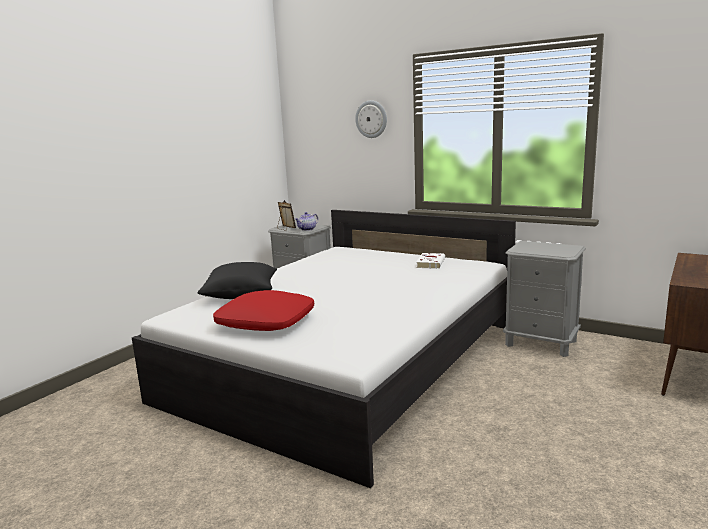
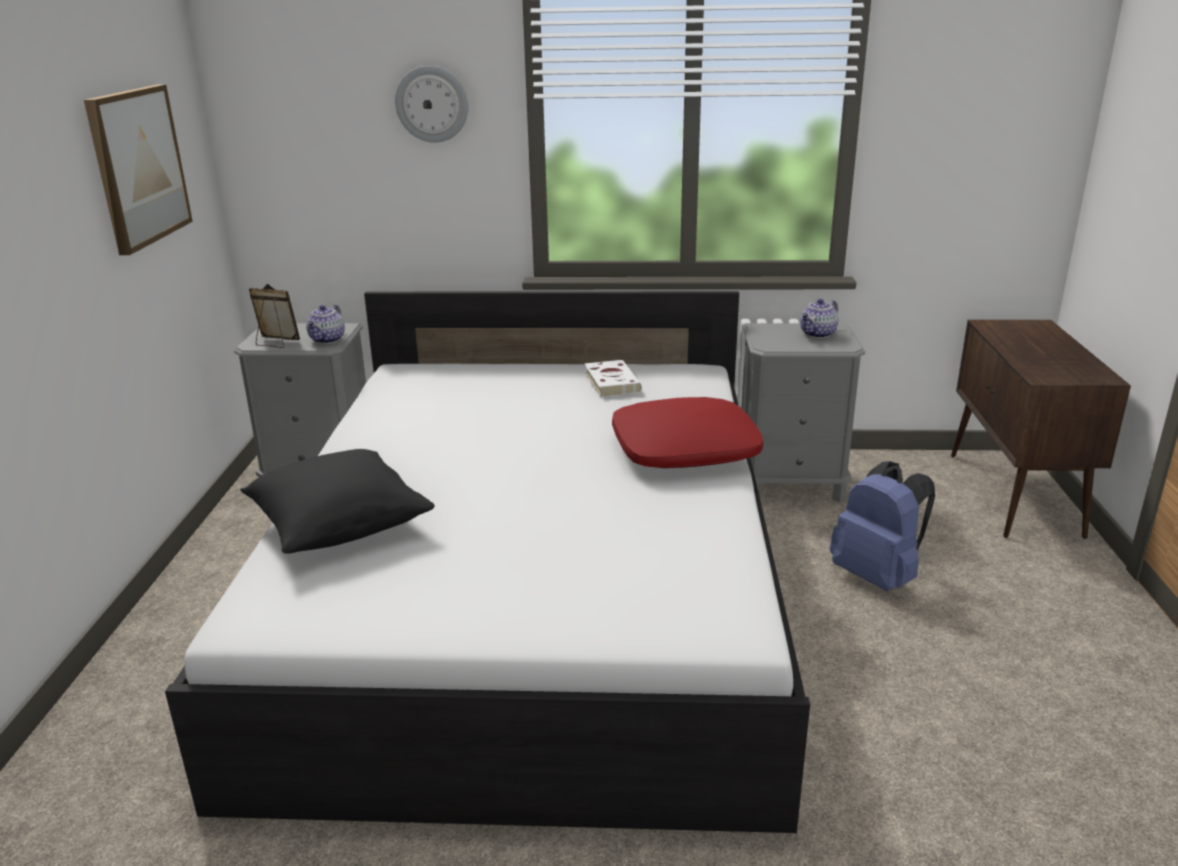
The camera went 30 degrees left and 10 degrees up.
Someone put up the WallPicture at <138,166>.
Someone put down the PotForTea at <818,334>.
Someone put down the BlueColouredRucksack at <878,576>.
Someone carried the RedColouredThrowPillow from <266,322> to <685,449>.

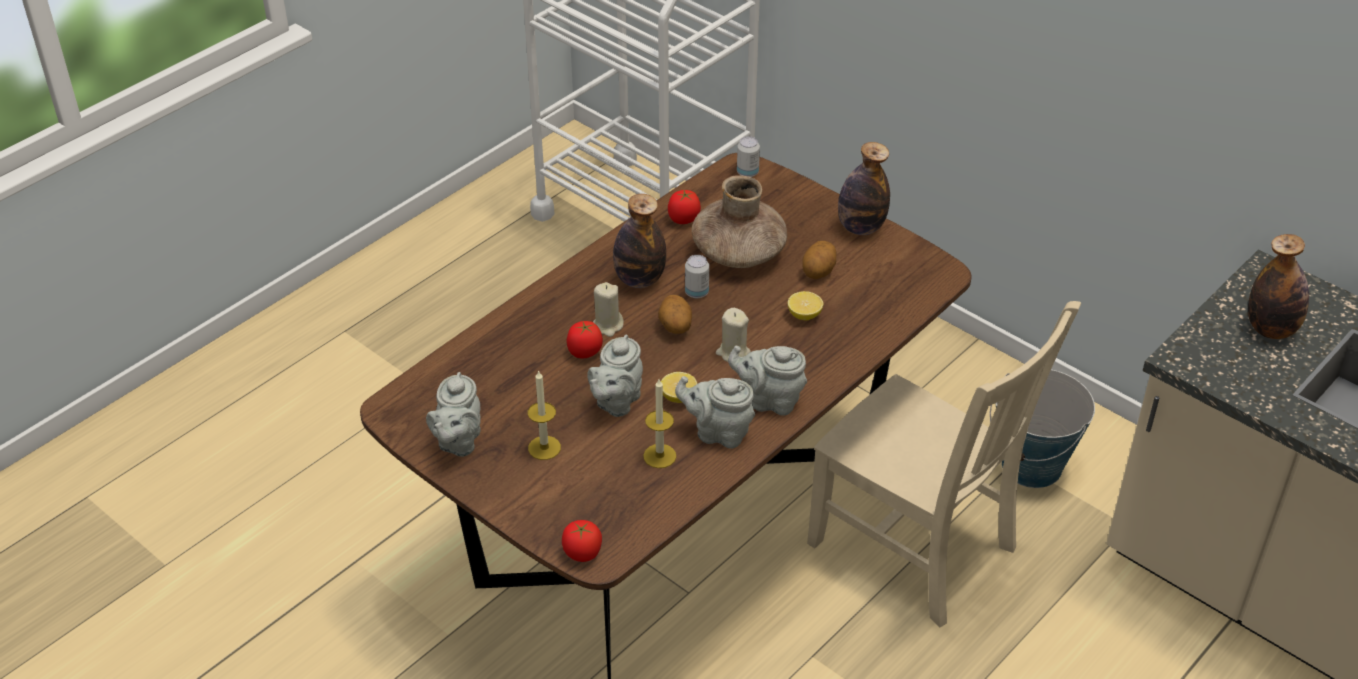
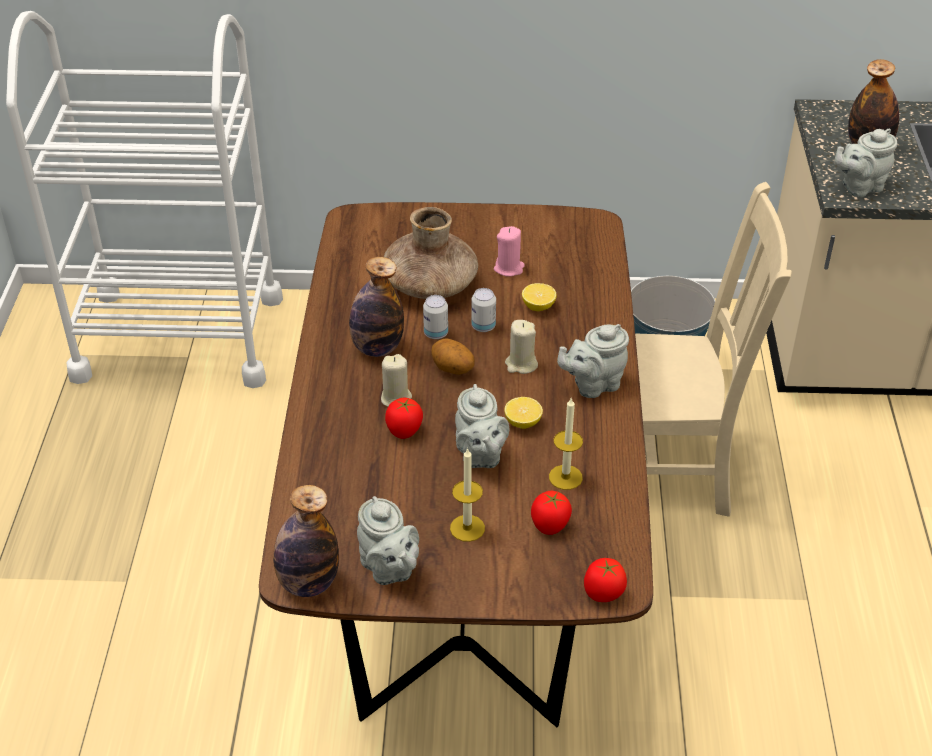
The camera went 40 degrees left and 0 degrees up.
Someone carried the FreshTomato from <683,219> to <550,526>.
Someone carried the GreyishPotForTea from <718,432> to <859,187>.
Someone carried the SealedCan from <747,173> to <483,326>.
Someone carried the DrinkBottle from <860,227> to <308,583>.
Someone swapped the Spud at <819,272> for the PinkColouredWaxLight at <509,268>.

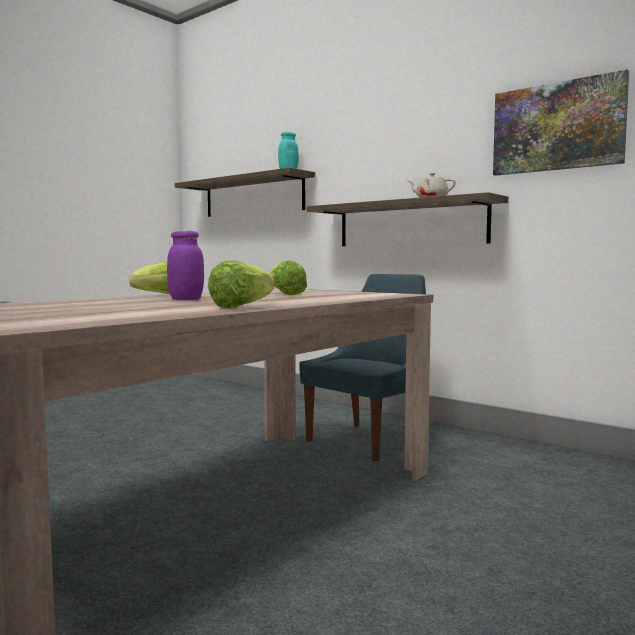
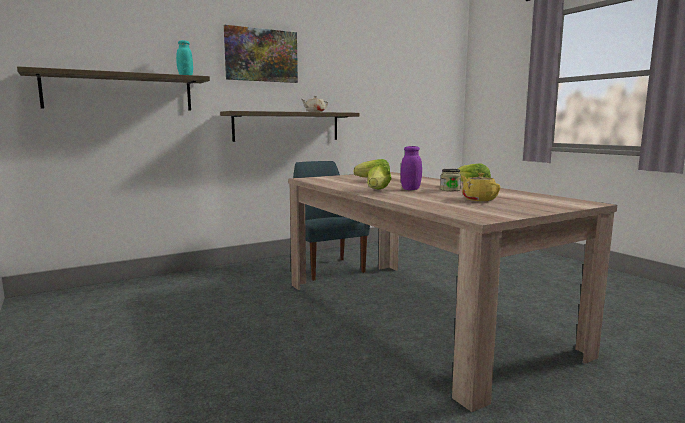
The camera went 70 degrees left and 5 degrees up.
Someone put down the PreserveJar at <450,190>.
Someone put down the YellowPotForTea at <478,199>.
Someone carried the WallPicture from <557,127> to <261,55>.

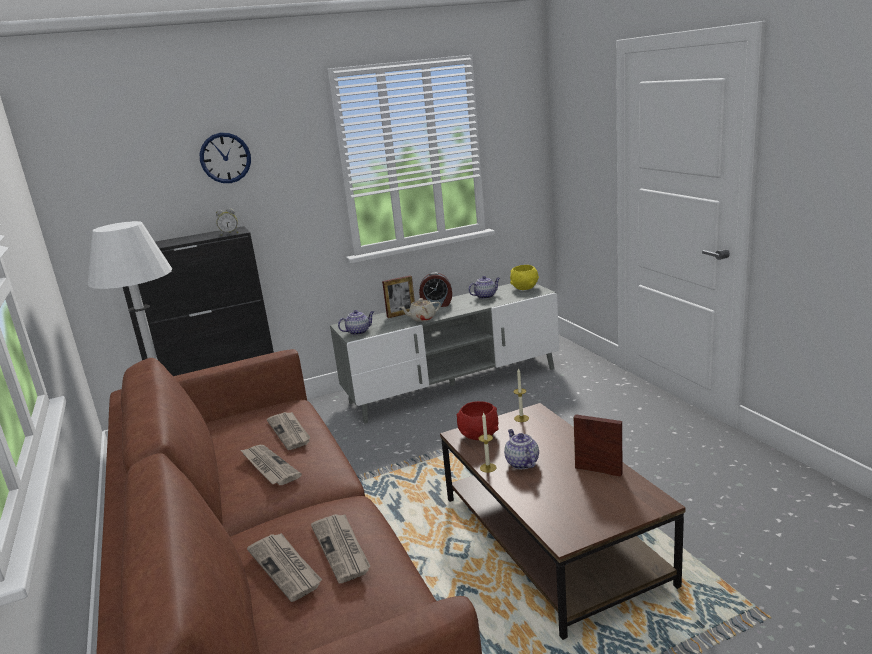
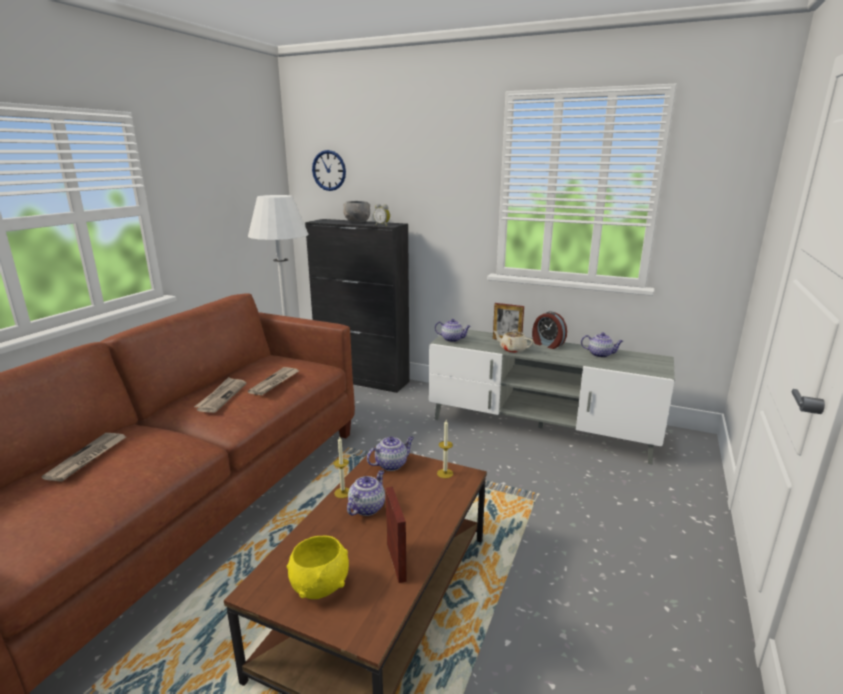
The camera went 45 degrees right and 0 degrees up.
Someone took away the Newspaper at <342,549>.
Someone put down the GreyishBowl at <357,222>.
Someone carried the HangingClock from <225,158> to <329,170>.
Someone carried the YellowBowl from <525,288> to <320,586>.
Someone swapped the RedColouredBowl at <478,435> for the PotForTea at <391,464>.

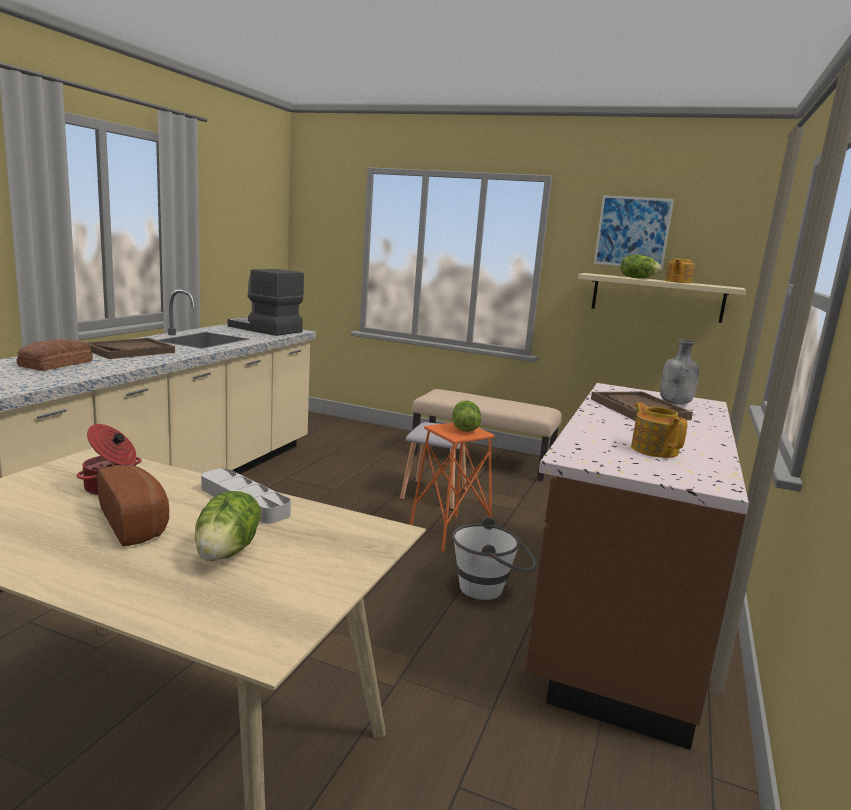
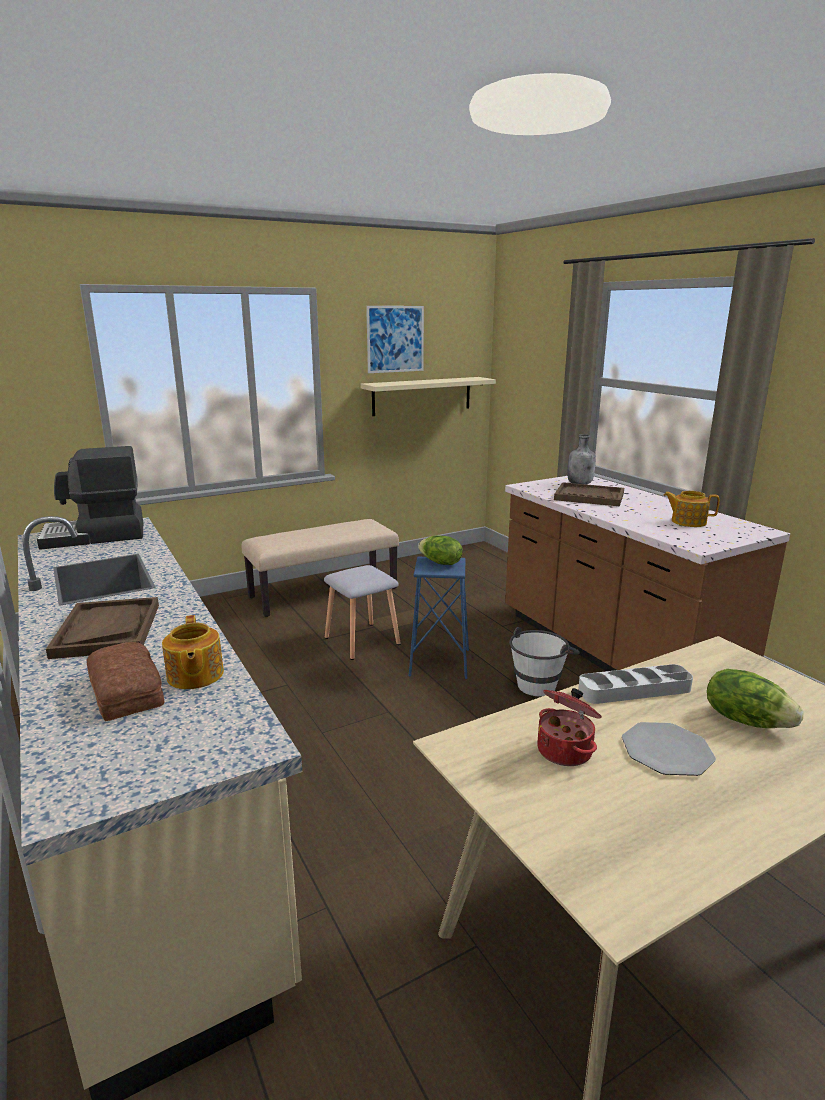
The camera went 50 degrees left and 5 degrees up.
Someone took away the Lettuce at <637,278>.
Someone carried the PotForTea from <677,282> to <194,676>.
Someone swapped the BakedBread at <137,522> for the Plate at <667,751>.
Someone repainted the OrangeStool at <450,533>, which became the BlueColouredStool at <439,662>.

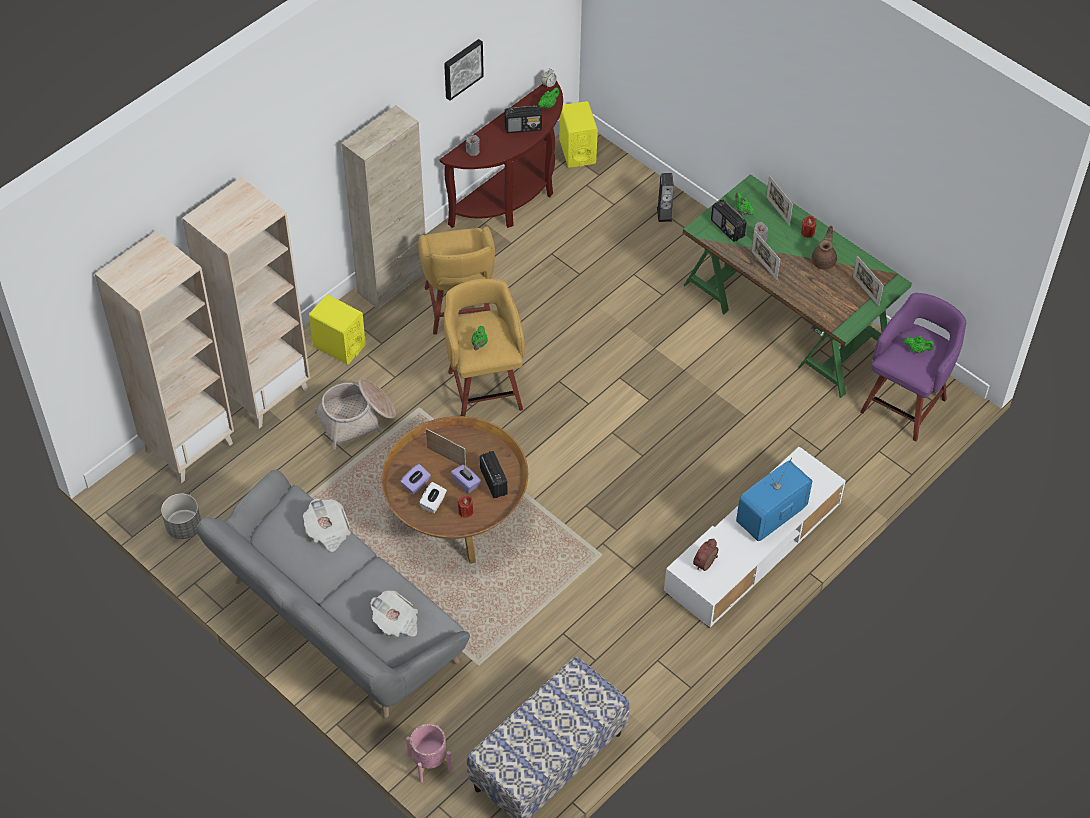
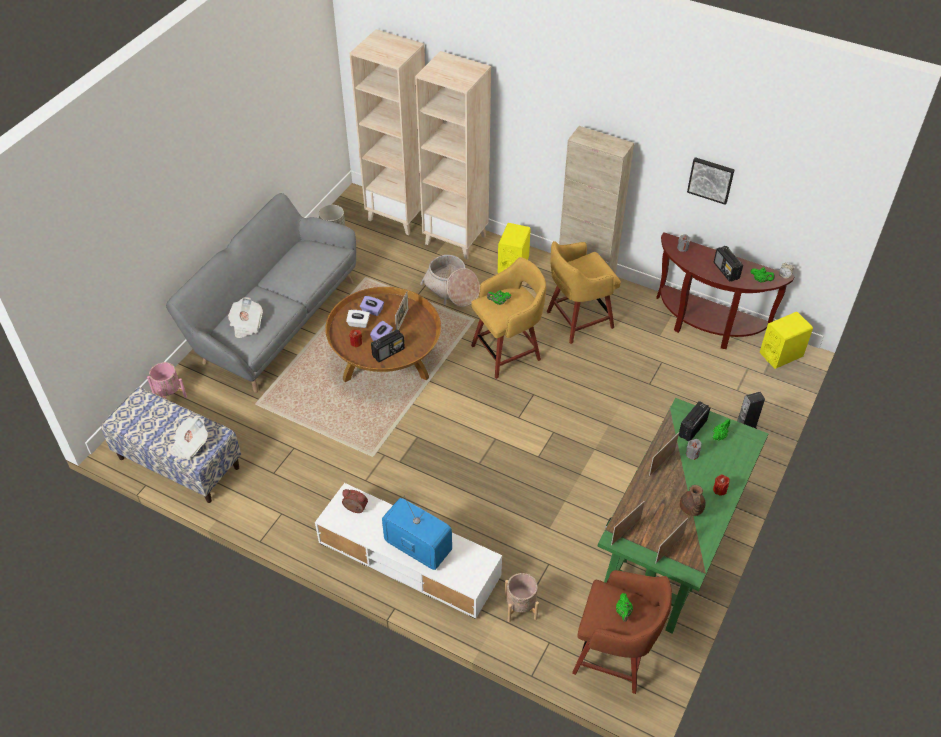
The camera went 75 degrees right and 5 degrees down.
Someone put down the BeigePlanter at <521,607>.
Someone carried the Newspaper from <328,531> to <190,445>.
Someone carried the StandingFrame from <777,211> to <626,531>.
Someone repainted the PurplishStool at <905,403>, which became the BrownishStool at <614,657>.
Someone rotated the BrownishPotForTea at <824,260> by 90 degrees clockwise.

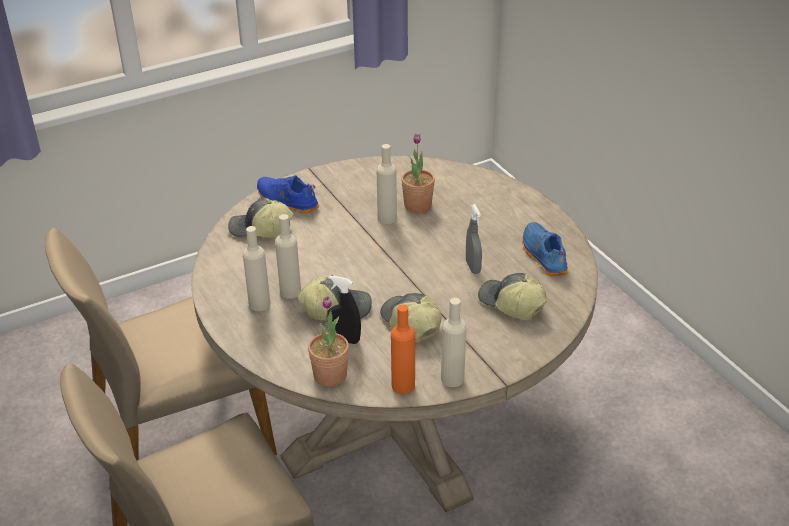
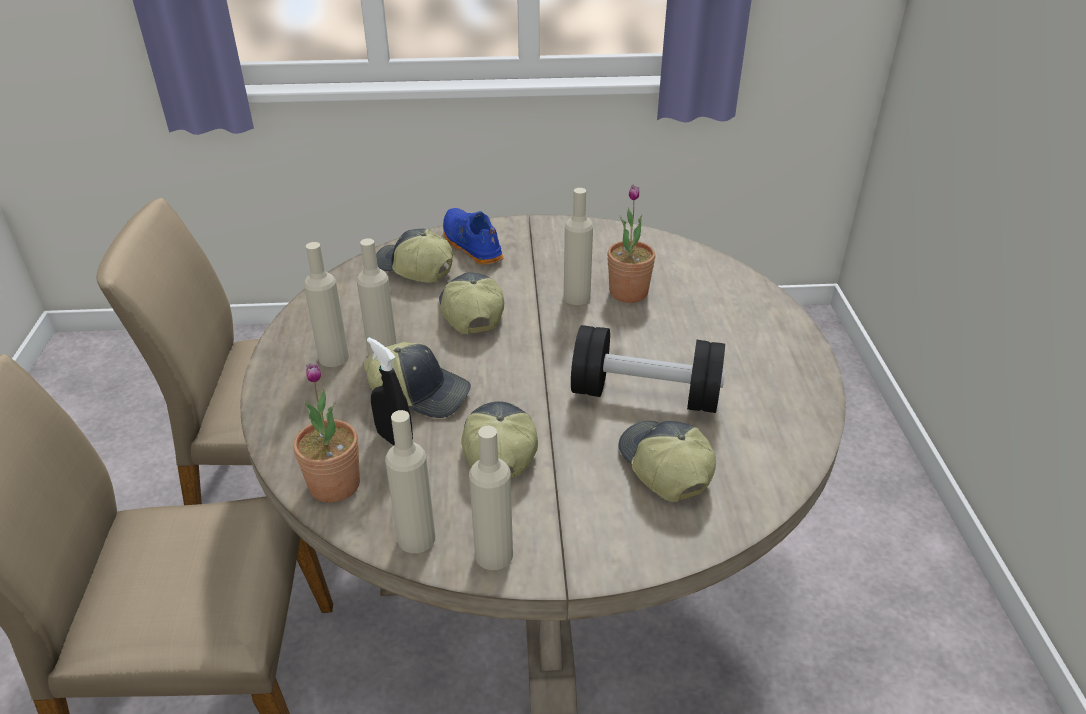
The camera went 25 degrees right and 0 degrees up.
Someone took away the BlueColouredItemOfFootwear at <543,256>.
Someone put down the BaseballCap at <470,313>.
Someone swapped the GreyishSprayBottle at <473,267> for the BlackColouredFreeWeight at <645,395>.
Someone repainted the OrangeDrinkBottle at <403,386>, which became the BeigeDrinkBottle at <416,538>.

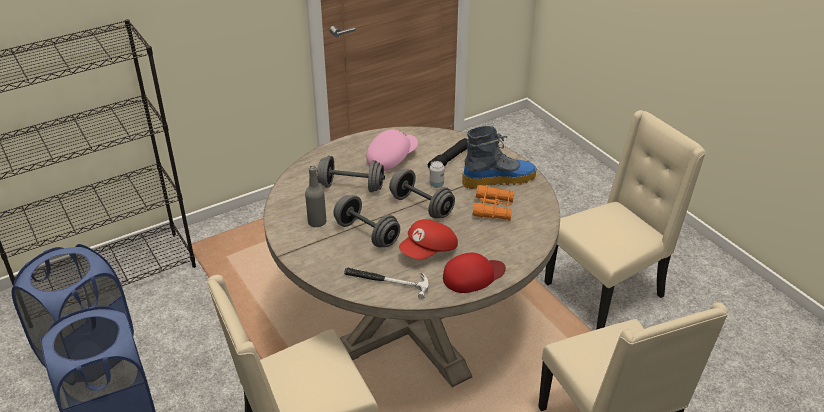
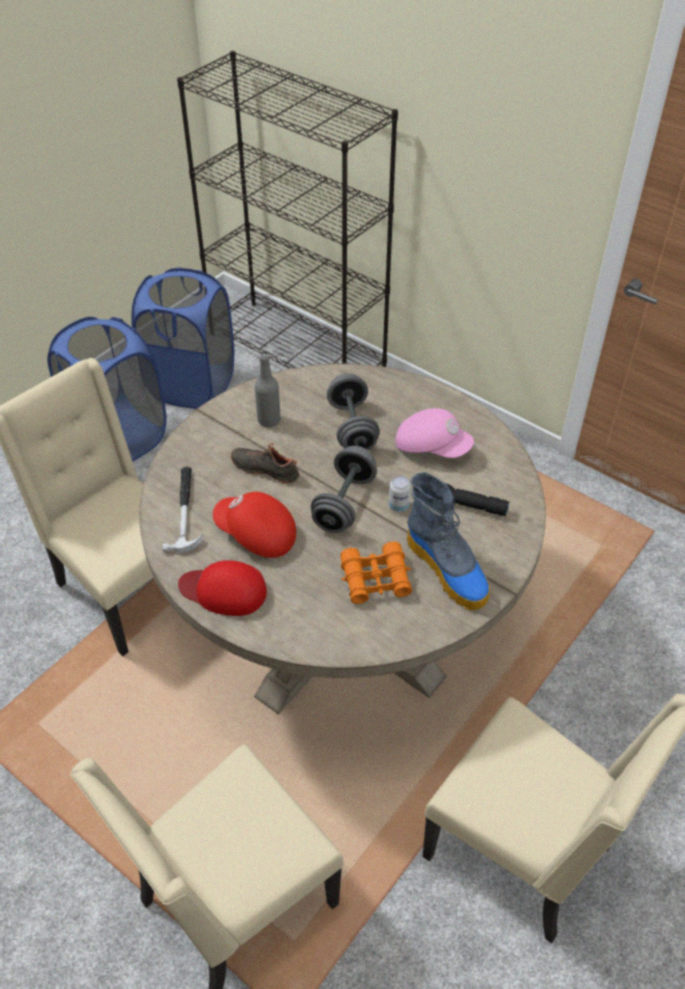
The camera went 70 degrees right and 10 degrees up.
Someone swapped the GreyishFreeWeight at <367,234> for the BlackColouredItemOfFootwear at <266,468>.
Someone rotated the RedColouredBaseballCap at <473,276> by 150 degrees clockwise.

